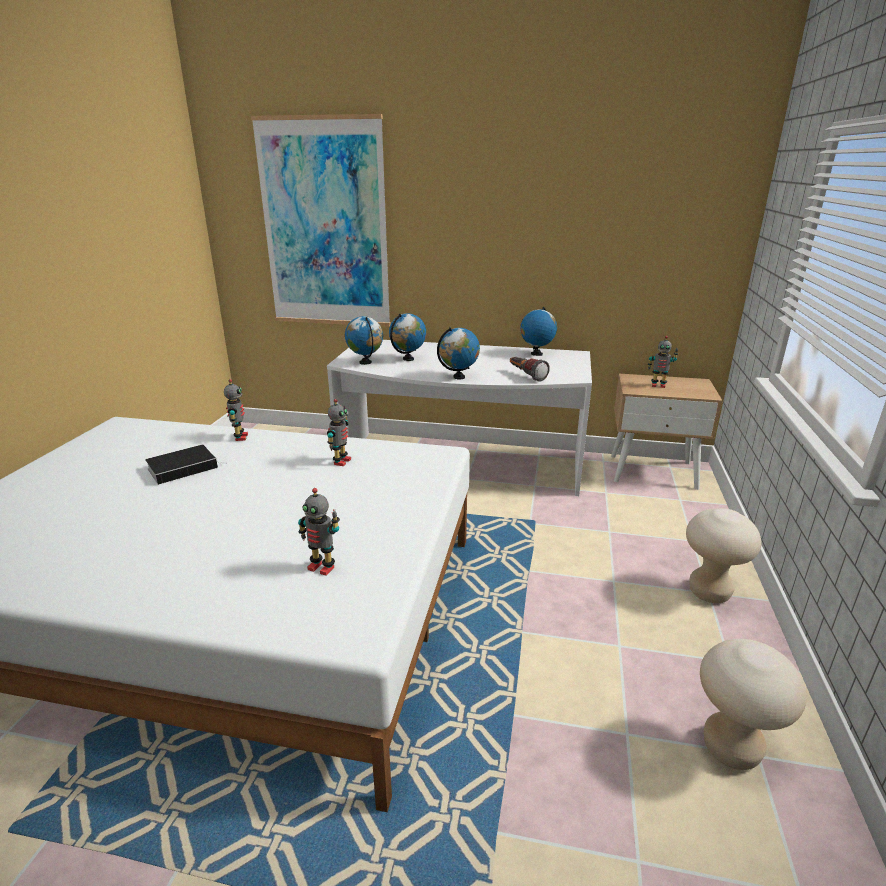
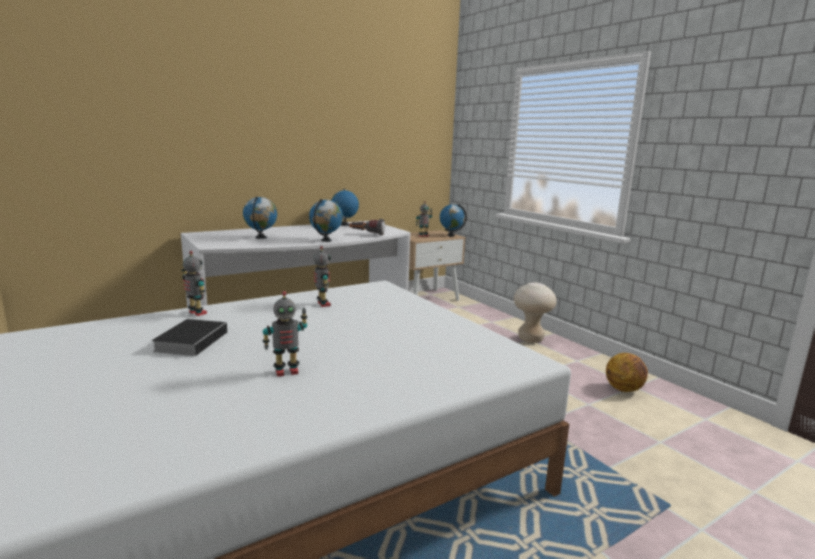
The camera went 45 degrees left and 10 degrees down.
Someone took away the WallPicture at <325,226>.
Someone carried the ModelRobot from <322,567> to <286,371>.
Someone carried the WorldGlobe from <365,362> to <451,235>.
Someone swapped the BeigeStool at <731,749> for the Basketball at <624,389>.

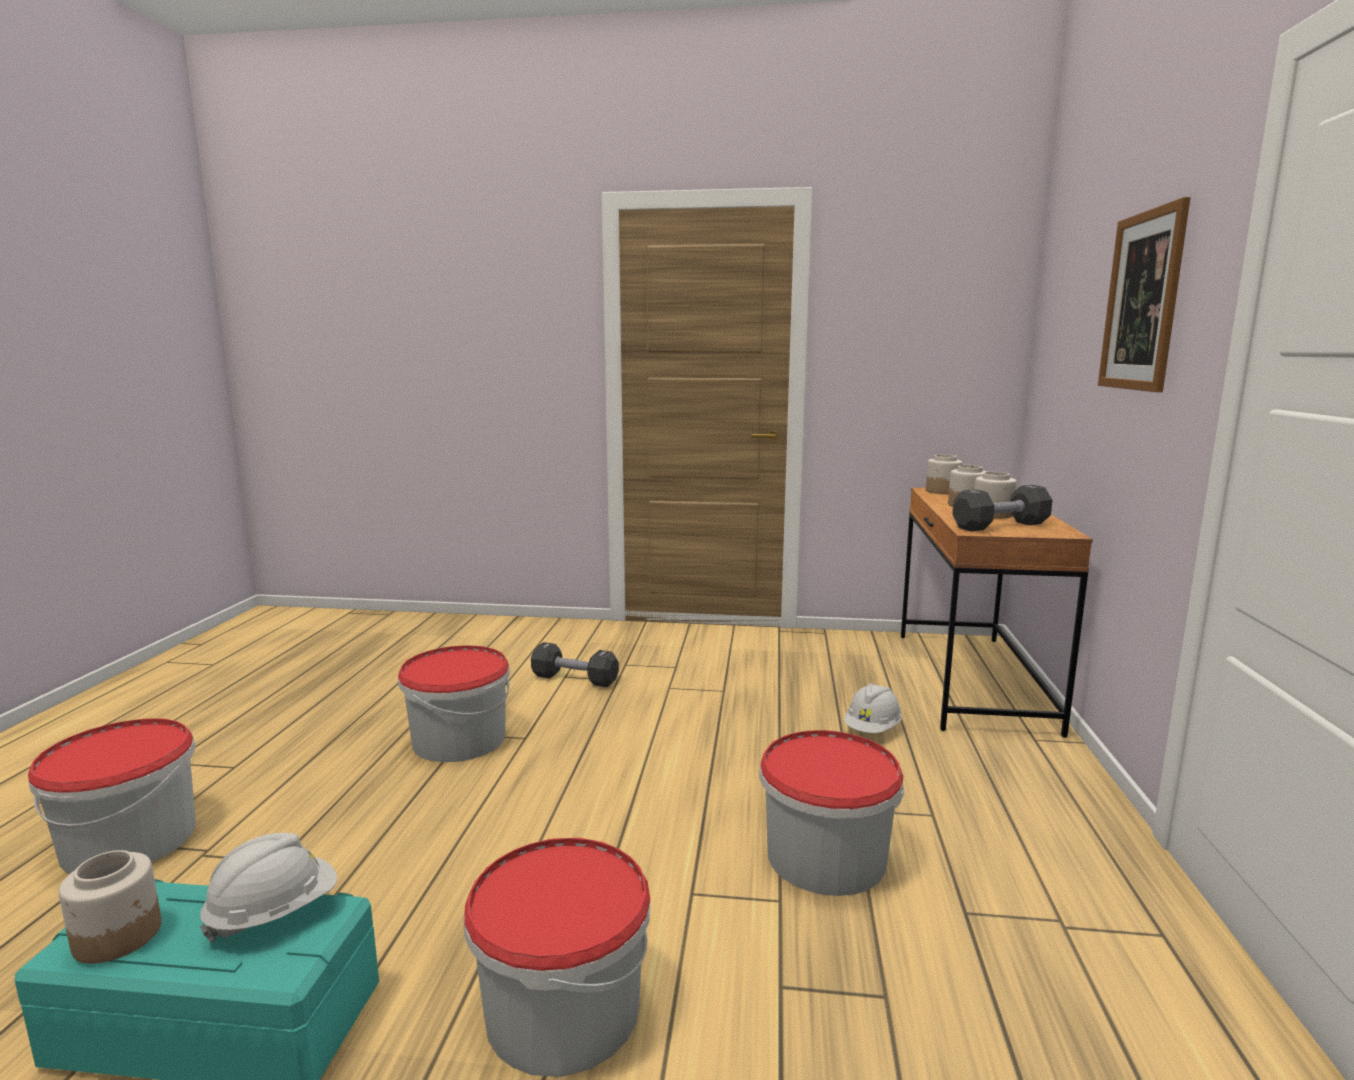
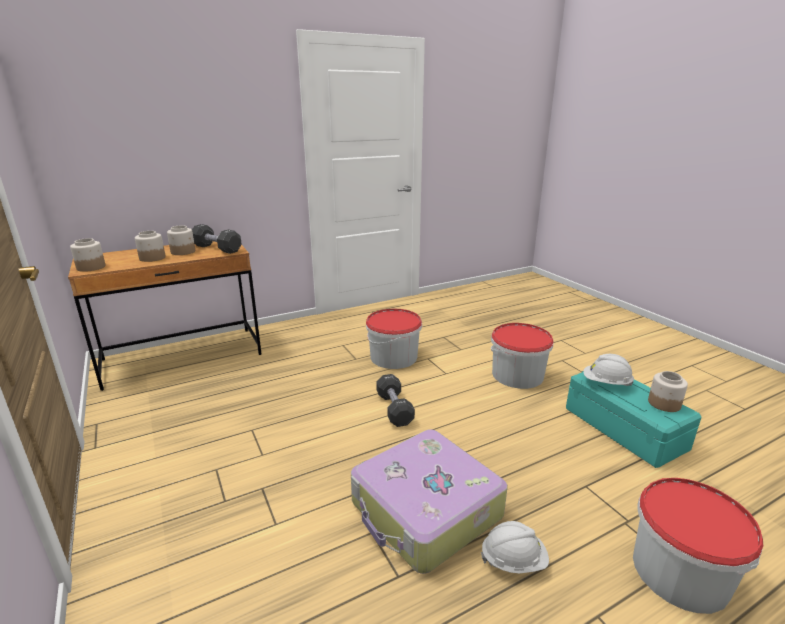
The camera went 125 degrees left and 10 degrees up.
Someone took away the WallPicture at <1142,301>.
Someone carried the BlackColouredFreeWeight from <575,679> to <394,409>.
Someone carried the WhiteSafetyHelmet from <872,729> to <513,560>.
Someone swapped the Bucket at <458,739> for the PieceOfLuggage at <425,510>.

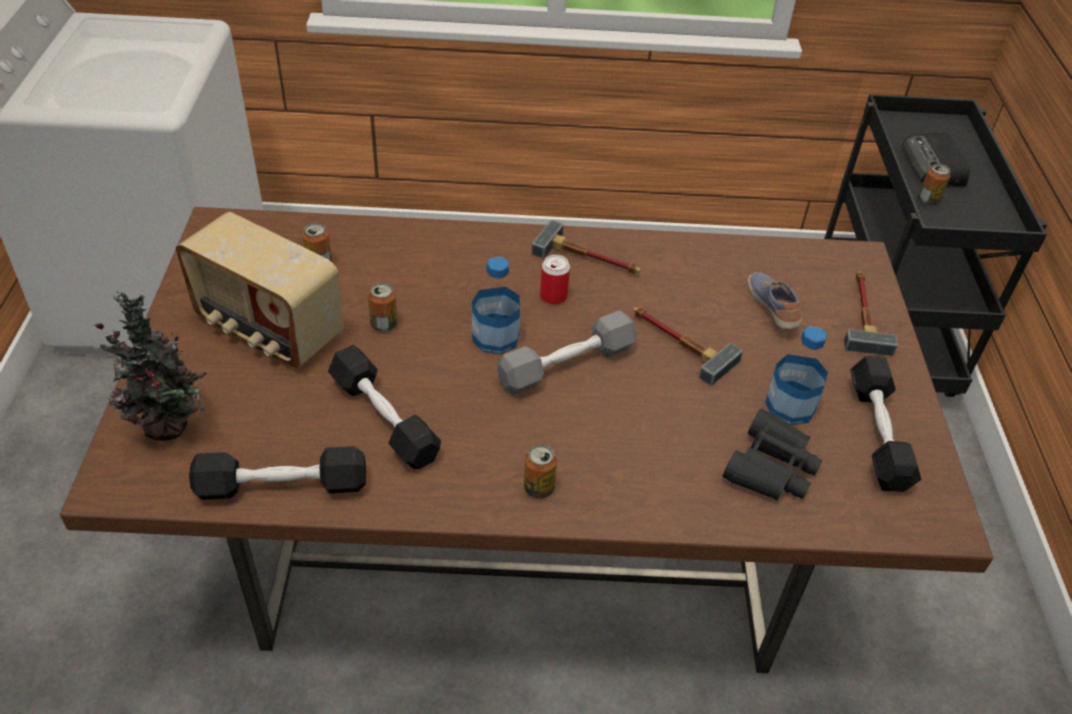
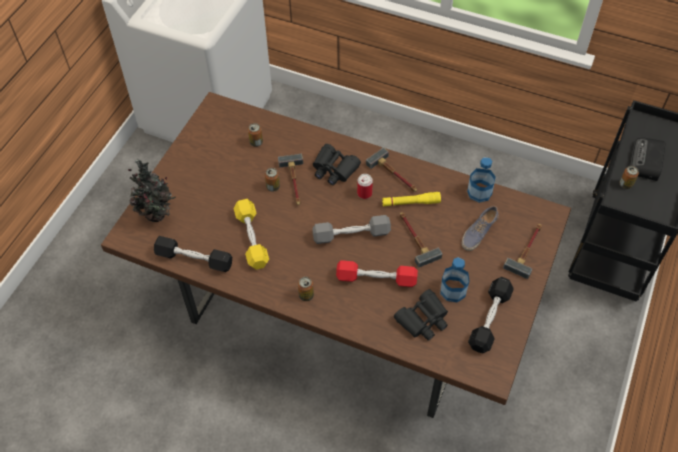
The camera went 25 degrees right and 10 degrees up.
Someone took away the RadioSet at <268,330>.
Someone put down the Hammer at <294,183>.
Someone put down the BlackColouredBinoculars at <334,169>.
Someone put down the RedColouredFreeWeight at <376,279>.
Someone put down the YellowFlashlight at <410,203>.
Someone carried the DrinkBottle from <495,337> to <479,192>.
Someone repainted the BlackColouredFreeWeight at <384,419>, which became the YellowFreeWeight at <252,239>.
Someone rotated the ItemOfFootwear at <773,308> by 150 degrees counterclockwise.

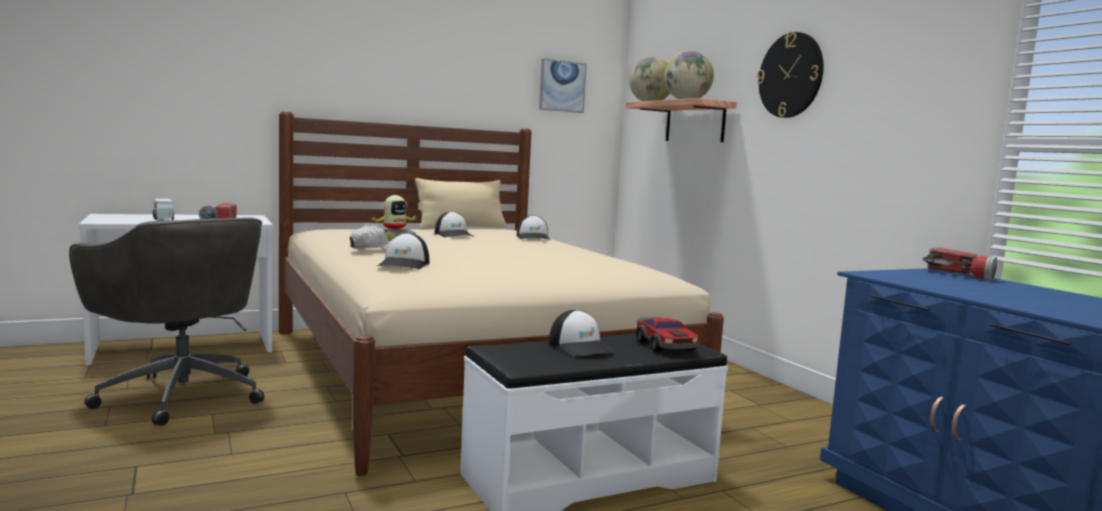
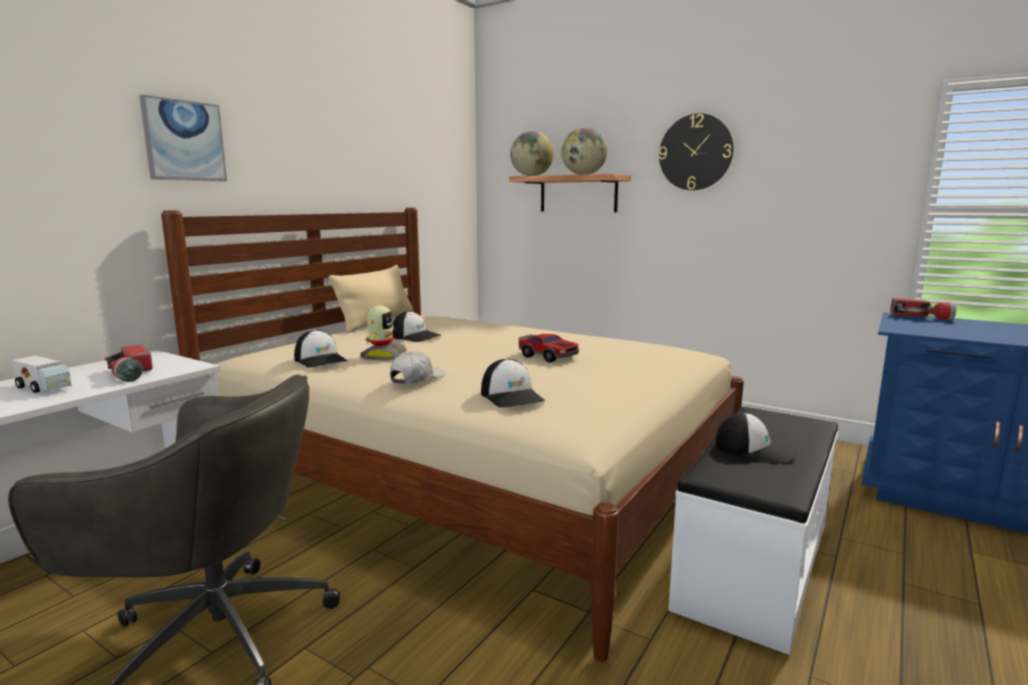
The camera went 30 degrees left and 5 degrees up.
Someone carried the BaseballCap from <534,238> to <321,360>.
Someone carried the WallPicture from <562,86> to <184,140>.
Someone carried the ModelCar from <665,345> to <548,356>.

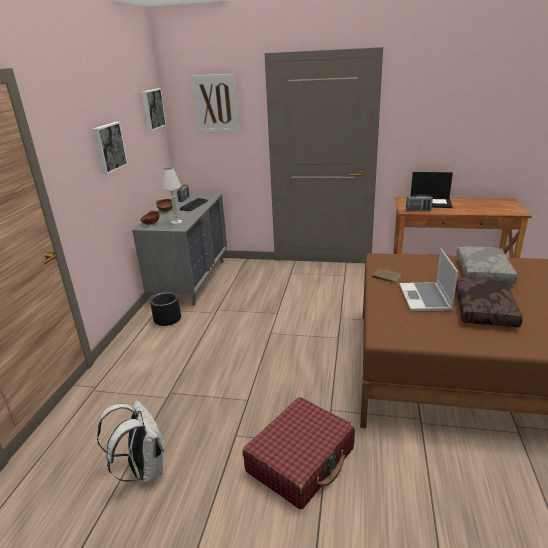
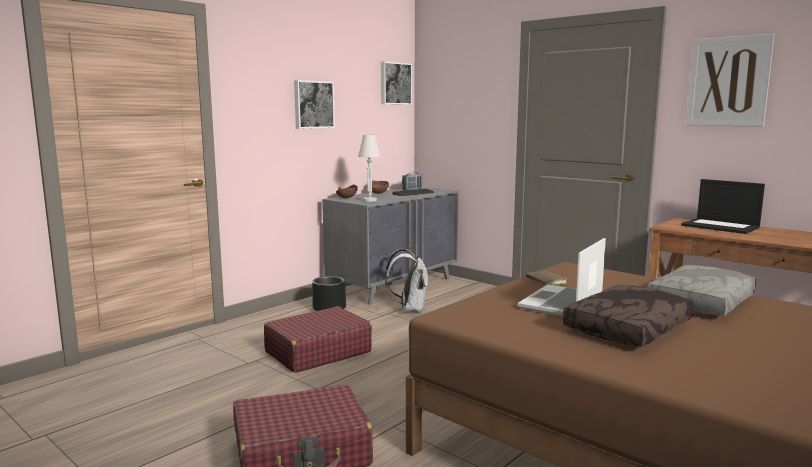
The camera went 30 degrees right and 15 degrees down.
Someone took away the RadioSet at <418,210>.
Someone put down the RedColouredPieceOfLuggage at <317,352>.
Someone carried the WhiteRucksack from <143,470> to <409,309>.
Someone carried the WallPicture from <216,103> to <728,81>.

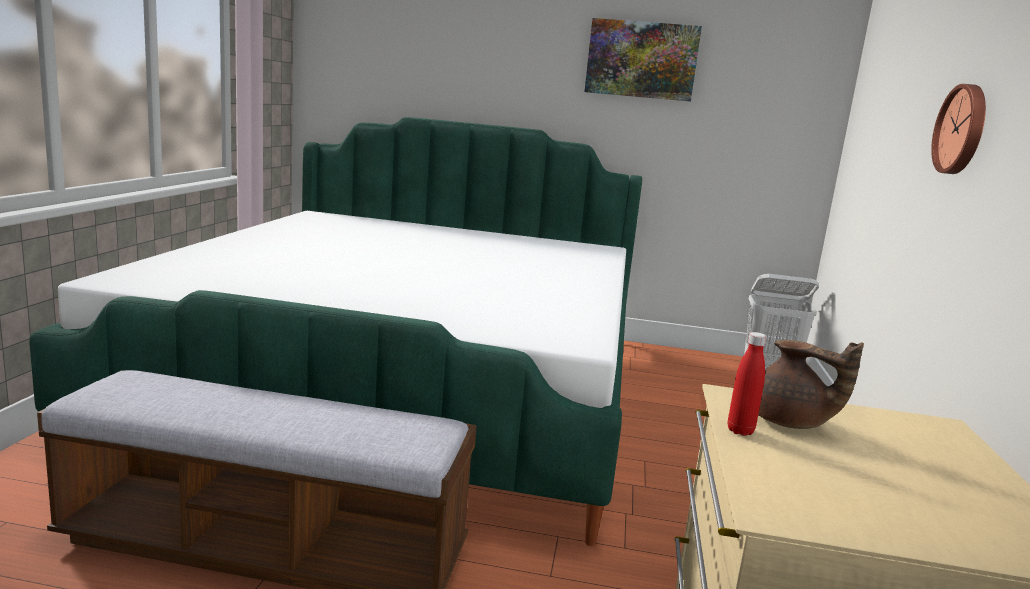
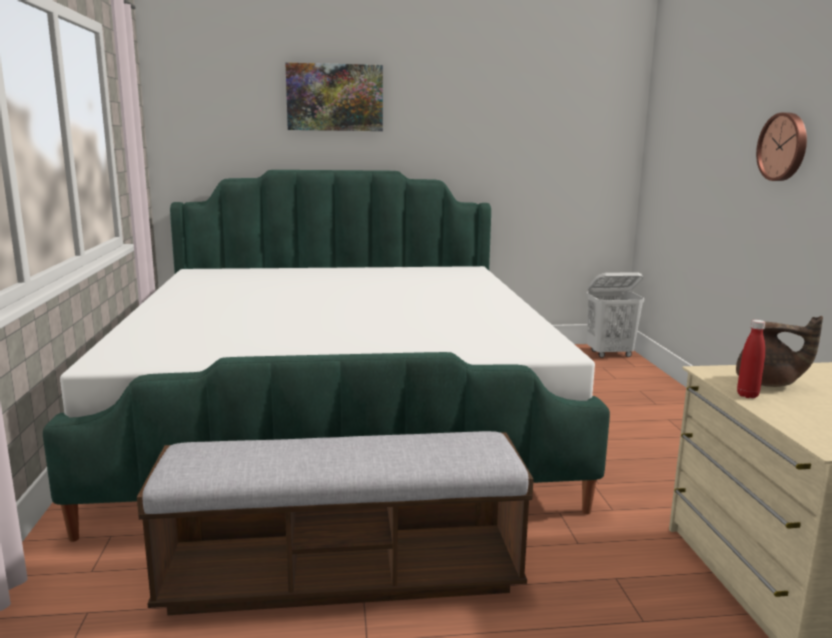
The camera went 15 degrees left and 0 degrees up.
Someone carried the WallPicture from <641,60> to <335,97>.

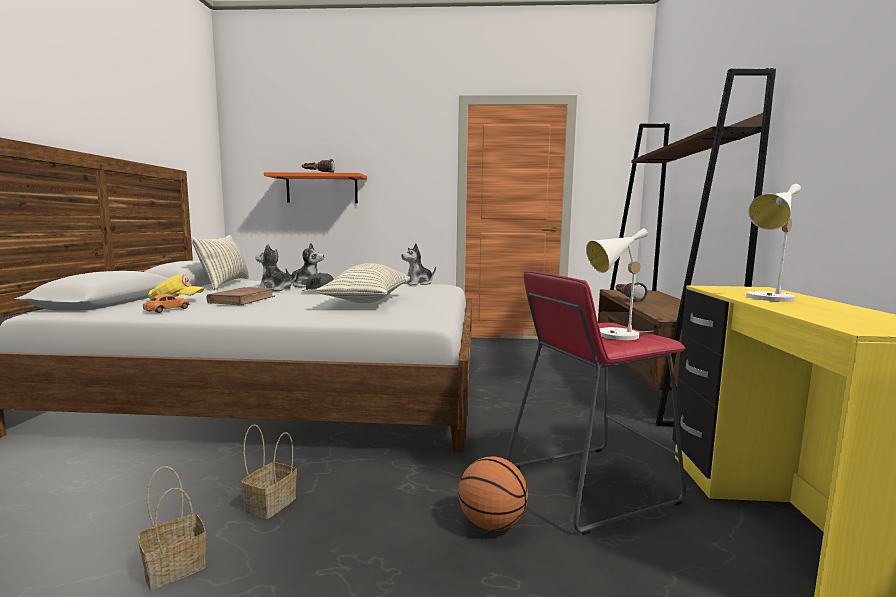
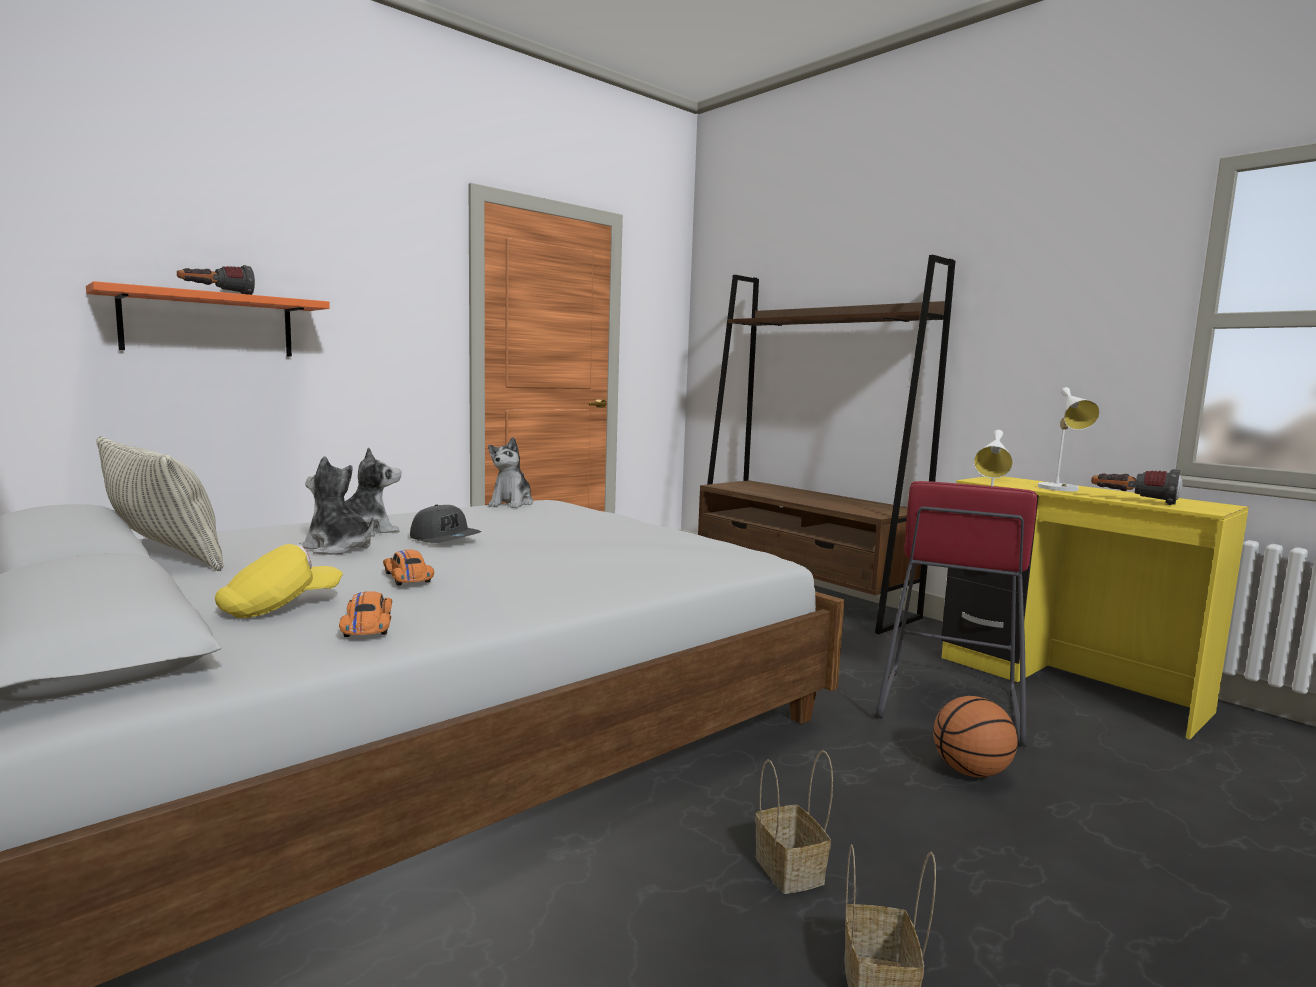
The camera went 45 degrees left and 0 degrees up.
Someone took away the ThrowPillow at <368,301>.
Someone carried the Flashlight from <627,299> to <1133,501>.
Someone swapped the BrownishBook at <242,300> for the OrangeModelCar at <407,578>.
Someone rotated the CuddlyToy at <275,289> by 60 degrees clockwise.

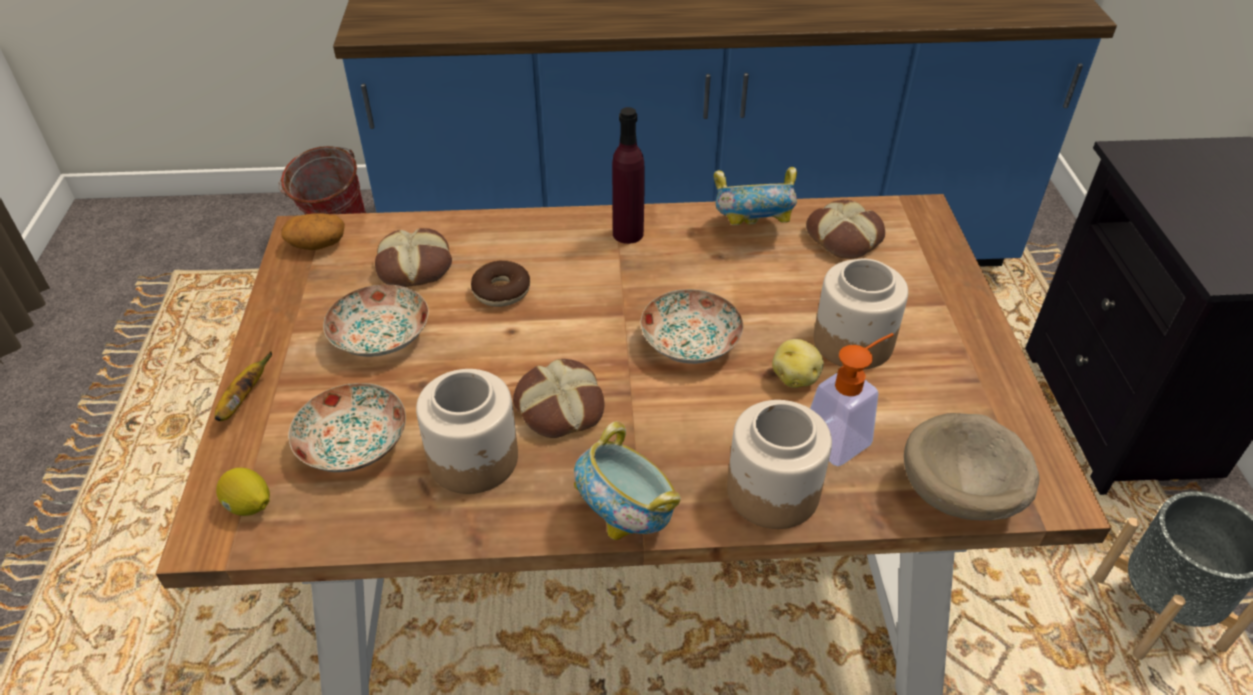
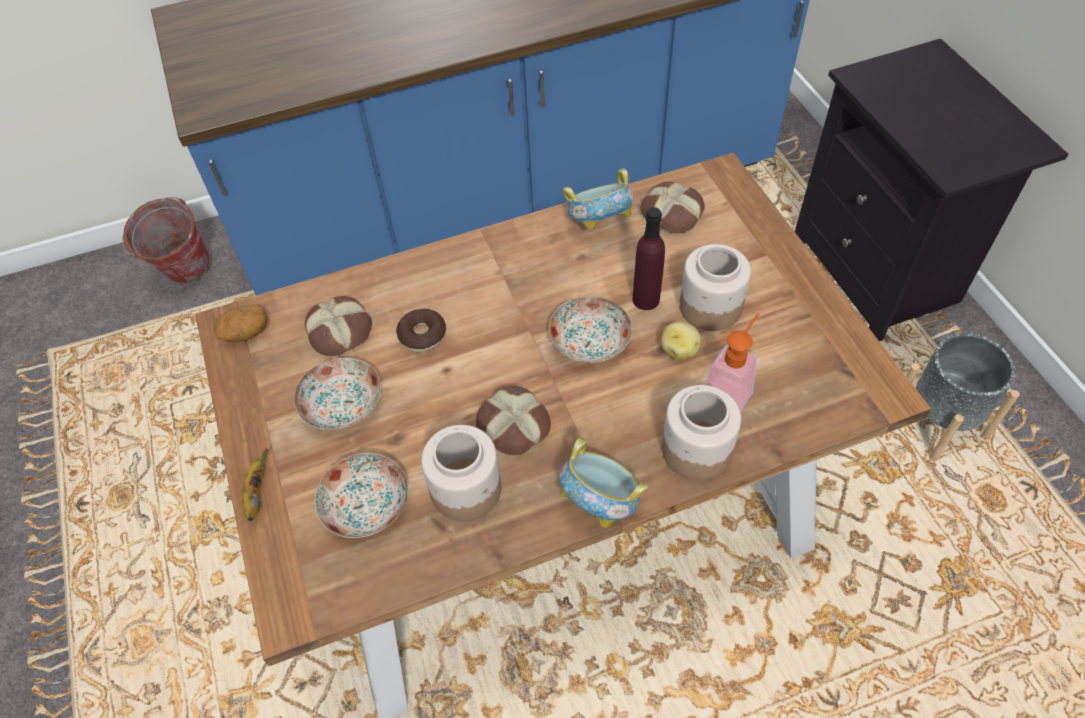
The camera went 15 degrees left and 10 degrees up.
Someone took away the Lemon at <249,506>.
Someone took away the BeigeBowl at <962,495>.
Someone carried the PurplishDrinkBottle from <628,234> to <646,299>.

